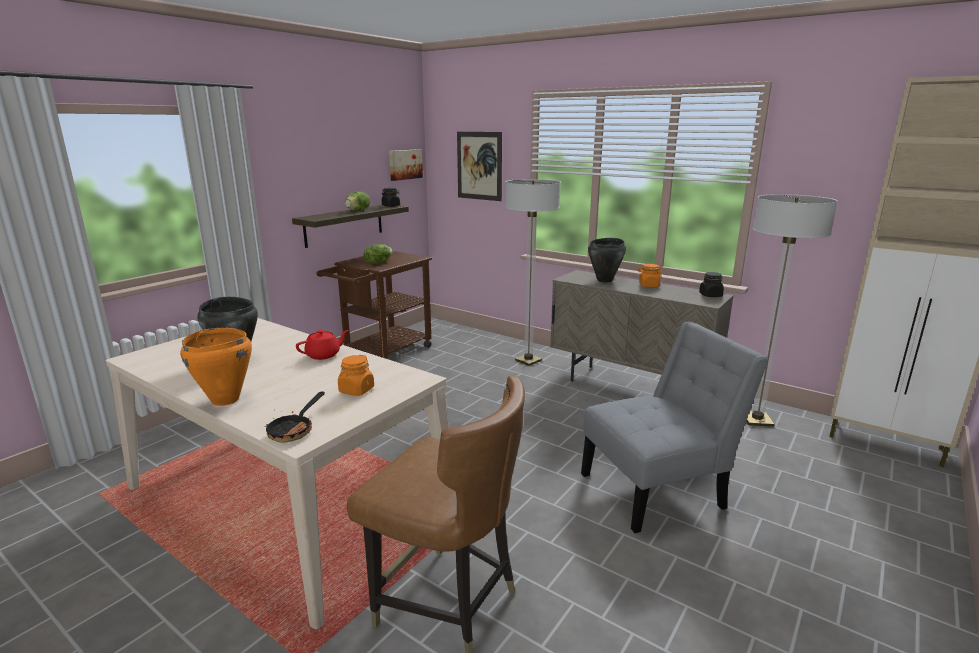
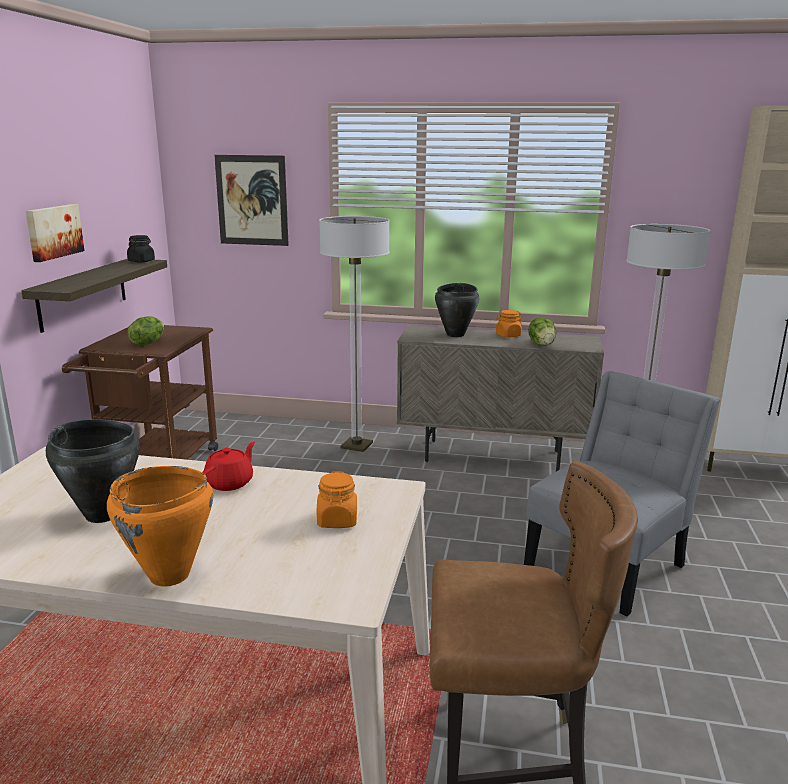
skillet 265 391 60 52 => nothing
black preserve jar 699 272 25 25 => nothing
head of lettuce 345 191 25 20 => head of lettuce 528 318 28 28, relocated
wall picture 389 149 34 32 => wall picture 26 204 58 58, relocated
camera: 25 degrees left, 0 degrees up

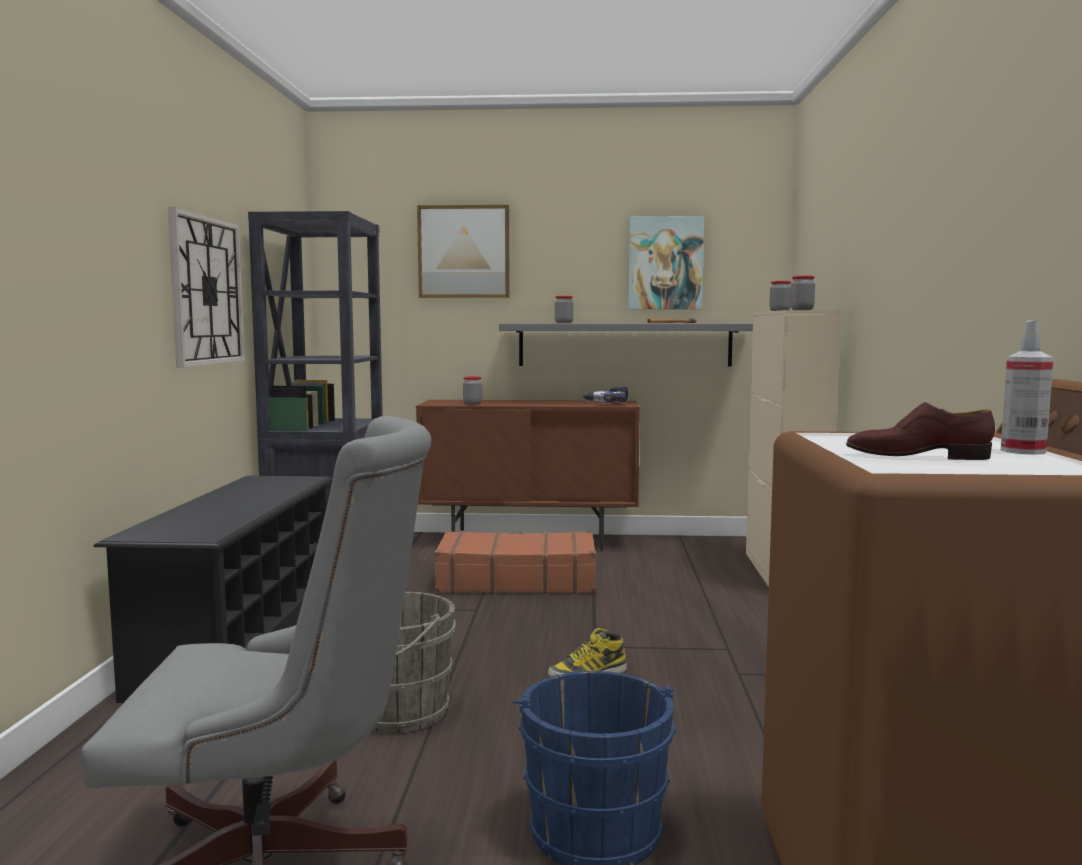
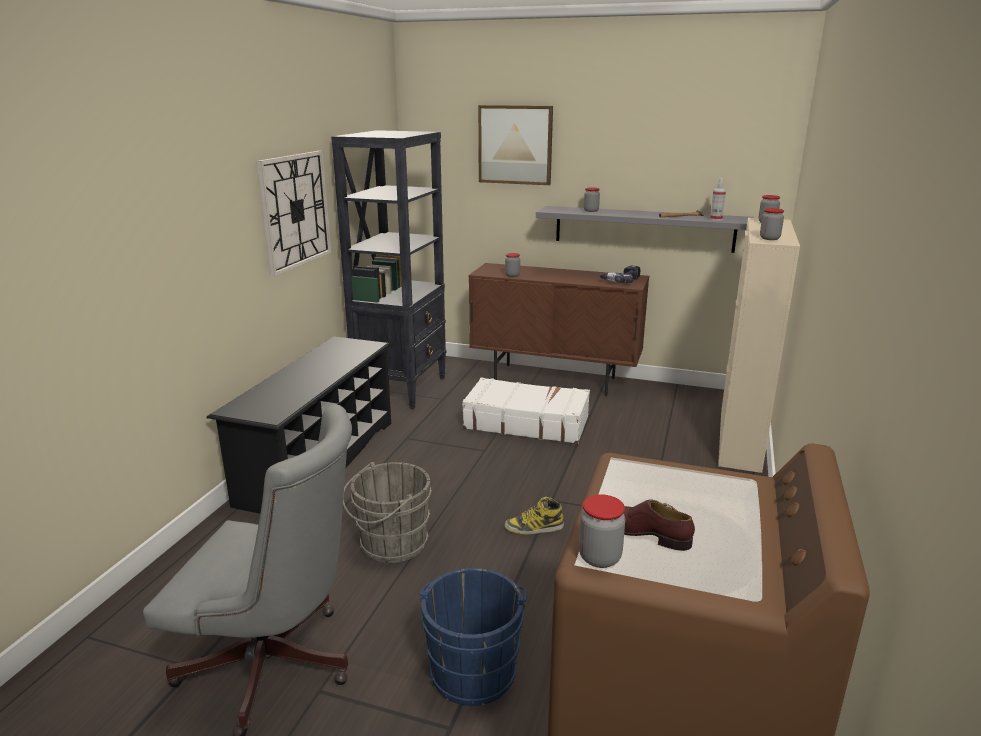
wall picture 628 216 76 93 => nothing
nothing => preserve jar 579 494 46 74
sprayer 1001 320 53 135 => sprayer 710 179 16 42, relocated
brownish suitcase 434 531 162 63 => white-coloured suitcase 462 377 128 67
camera: 15 degrees right, 15 degrees up

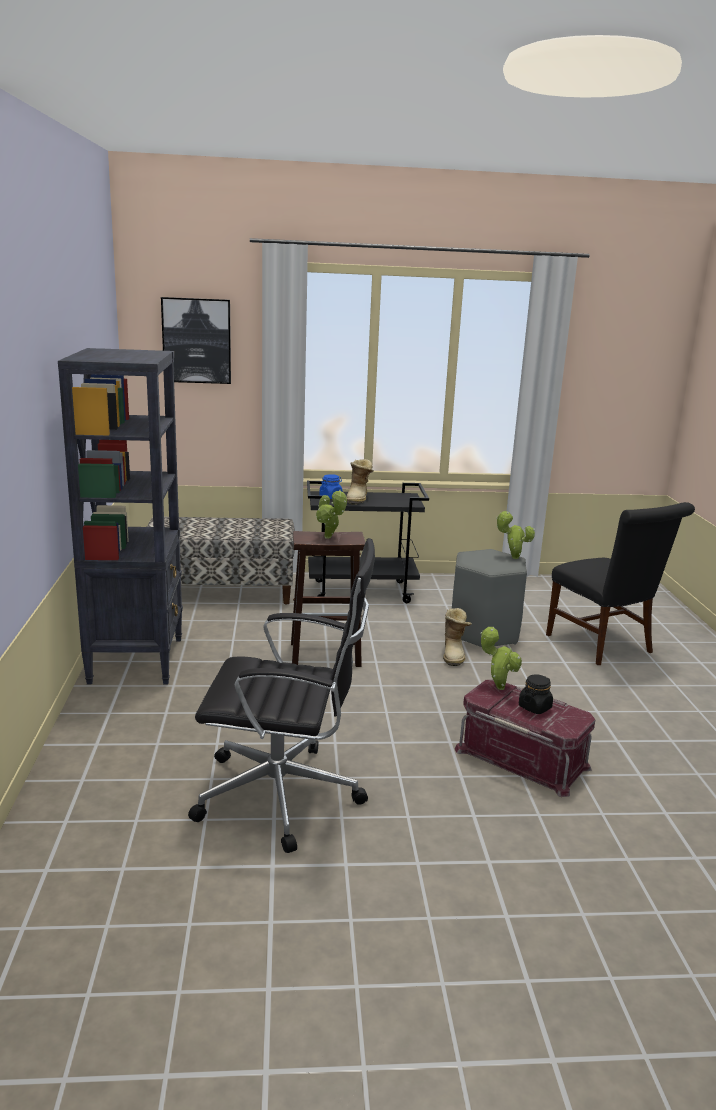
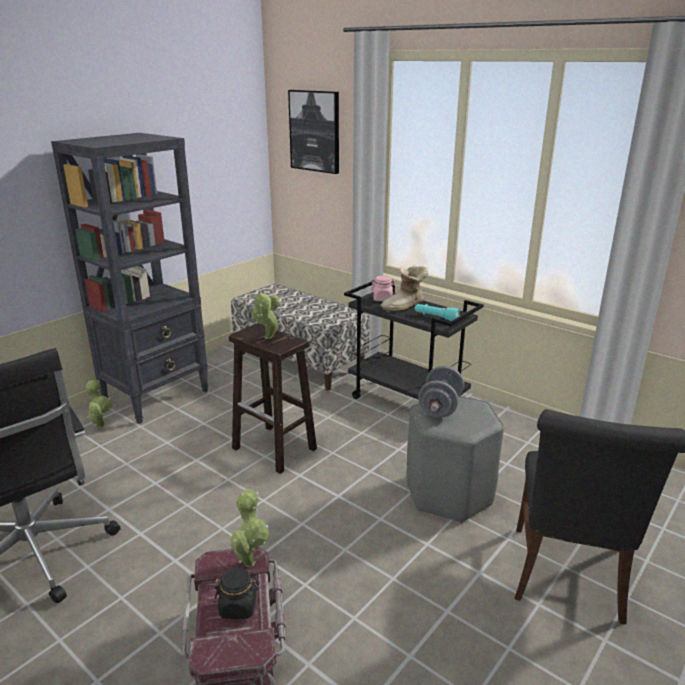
tall boot 443 608 29 58 => nothing
nothing => turquoise flashlight 415 304 45 17
nothing => grey hand weight 418 366 46 52
houseplant 496 511 39 48 => houseplant 86 380 26 48, relocated
blue preserve jar 320 474 22 25 => pinkish preserve jar 371 276 25 25
camera: 45 degrees right, 5 degrees up

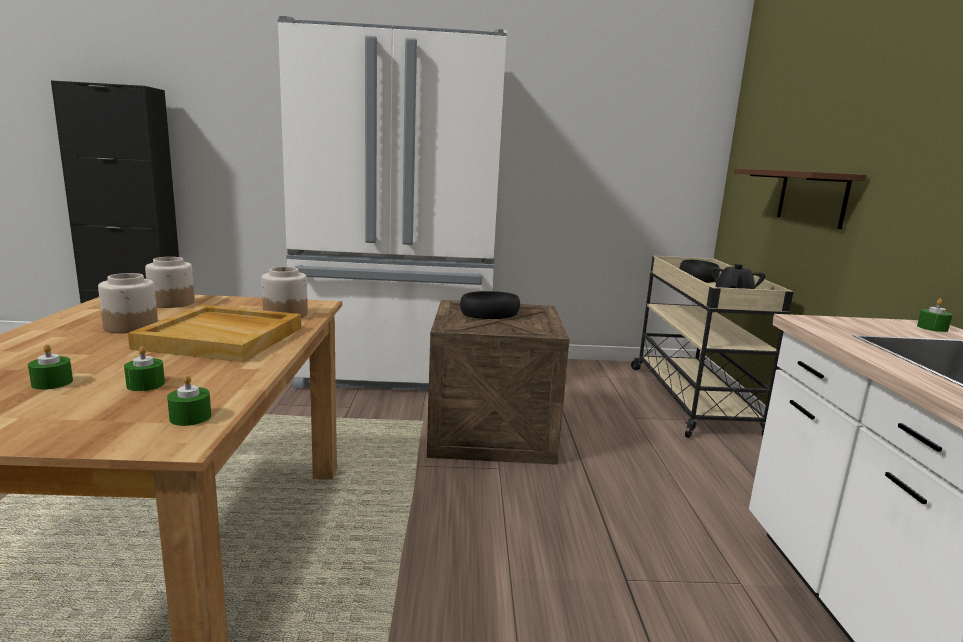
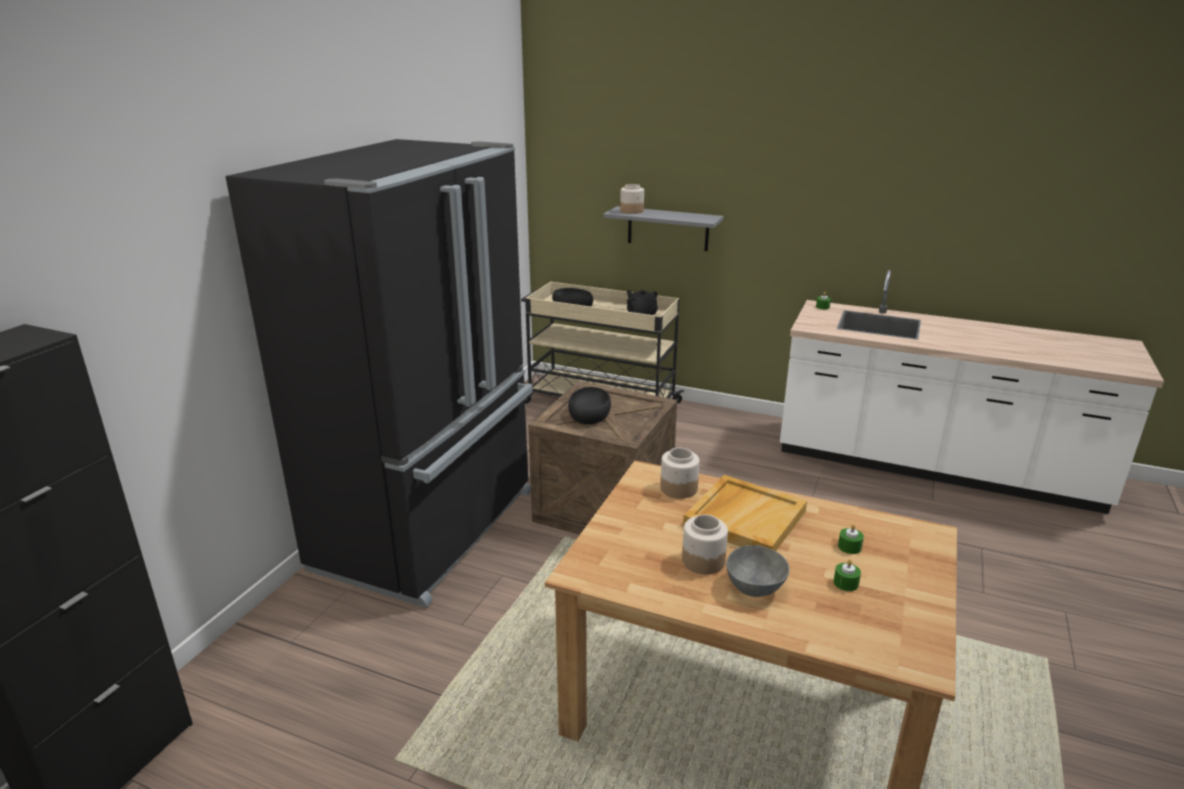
green-coloured candle 167 375 44 51 => nothing
nothing => grey deep dish 726 545 64 52
preserve jar 145 257 50 51 => preserve jar 620 184 24 30, relocated
white-coloured fridge 278 16 229 374 => black fridge 225 139 307 469
brownish bracket shelf 734 168 133 61 => grey bracket shelf 603 206 121 45
camera: 65 degrees left, 10 degrees up

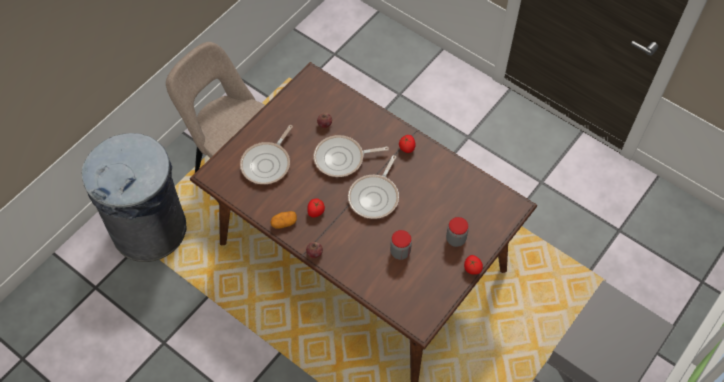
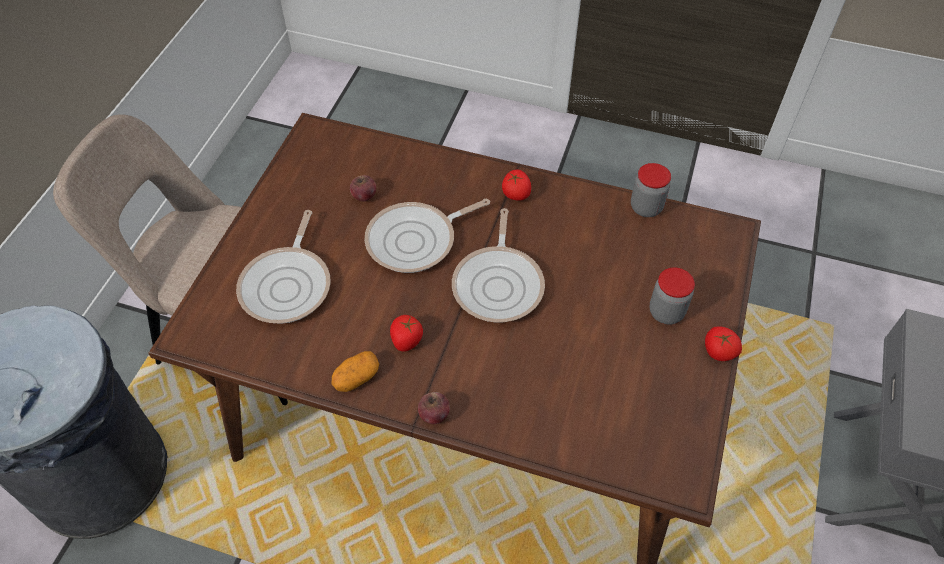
preserve jar 390 230 22 30 => preserve jar 631 163 40 54, relocated
camera: 20 degrees left, 5 degrees down

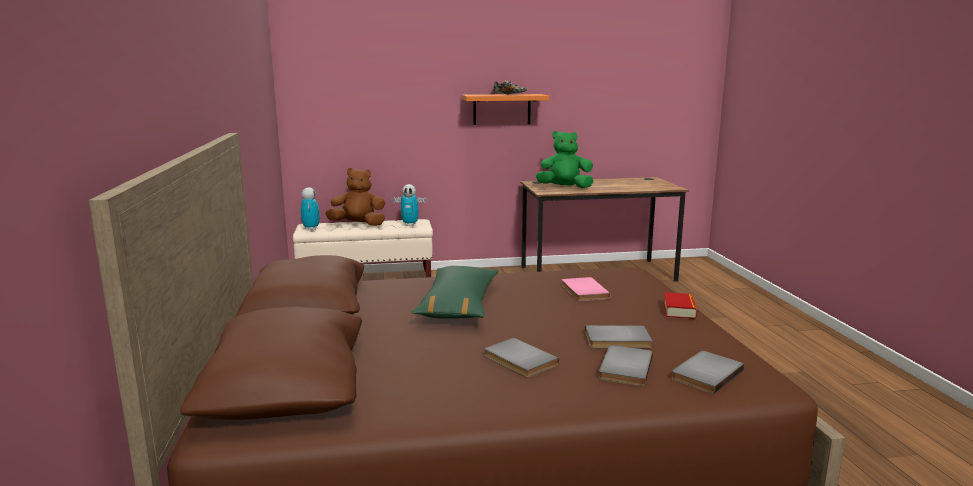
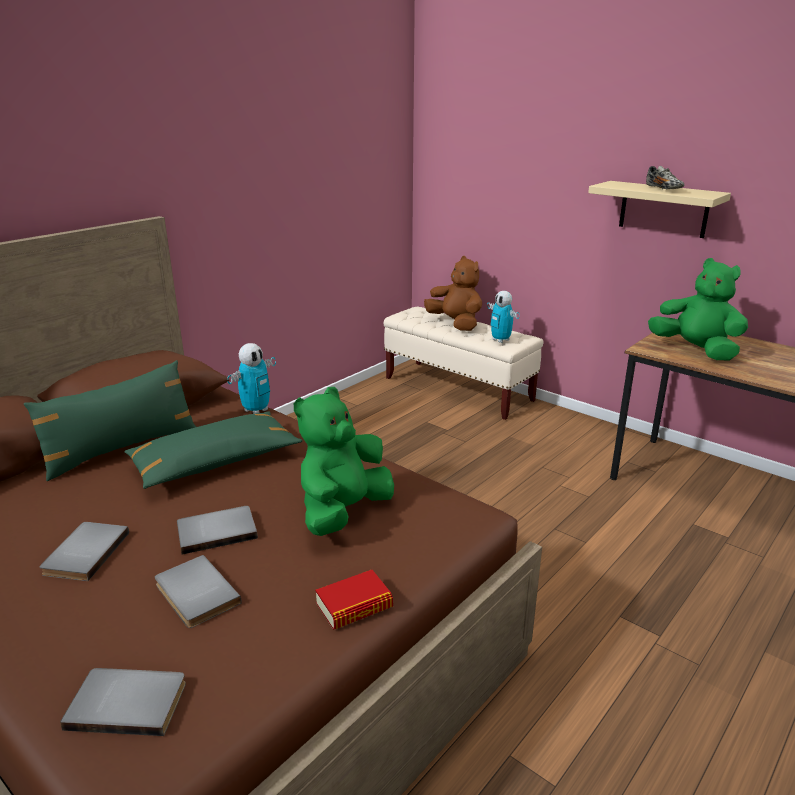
nothing => green-coloured pillow 24 360 172 121
toy robot 301 187 19 43 => toy robot 227 343 49 71, relocated
grey volume 599 345 54 42 => grey volume 177 506 81 49, relocated
pinkish volume 562 277 48 24 => green-coloured soft toy 294 387 100 149
orange-coloured bracket shelf 462 94 87 31 => beige bracket shelf 588 181 143 57
camera: 50 degrees right, 10 degrees up

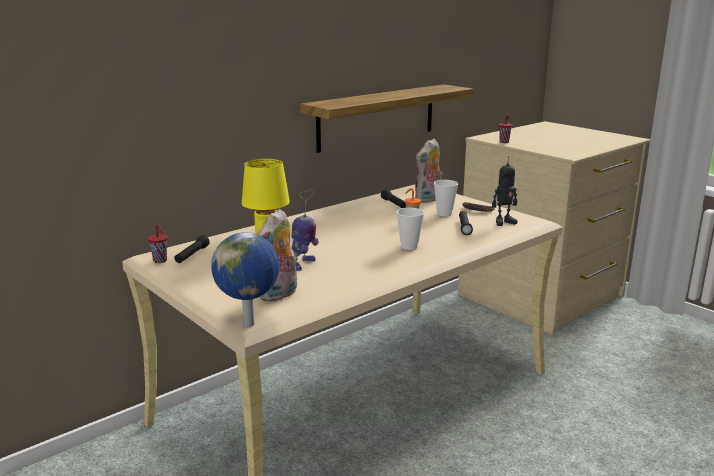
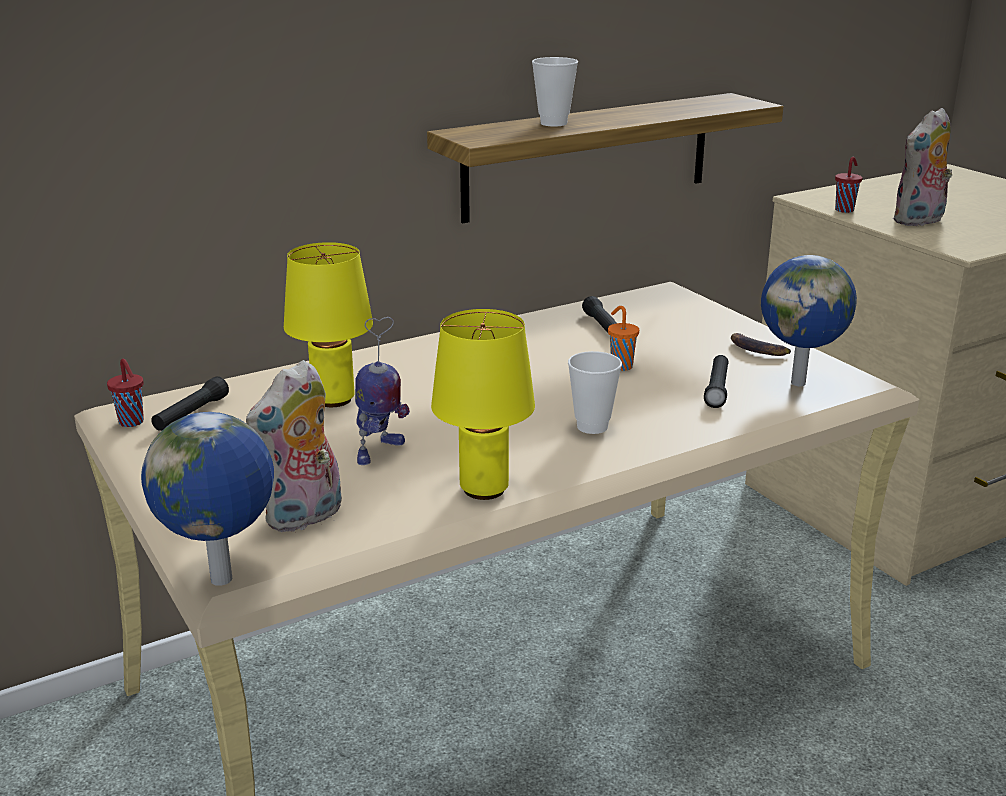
nothing => yellow-coloured tabletop lamp 431 309 104 191
soft toy 415 138 28 65 => soft toy 893 108 59 118, relocated
drinking cup 434 180 24 36 => drinking cup 532 57 46 70, relocated
toy robot 492 156 25 70 => desk globe 761 255 96 131
camera: 10 degrees right, 5 degrees up

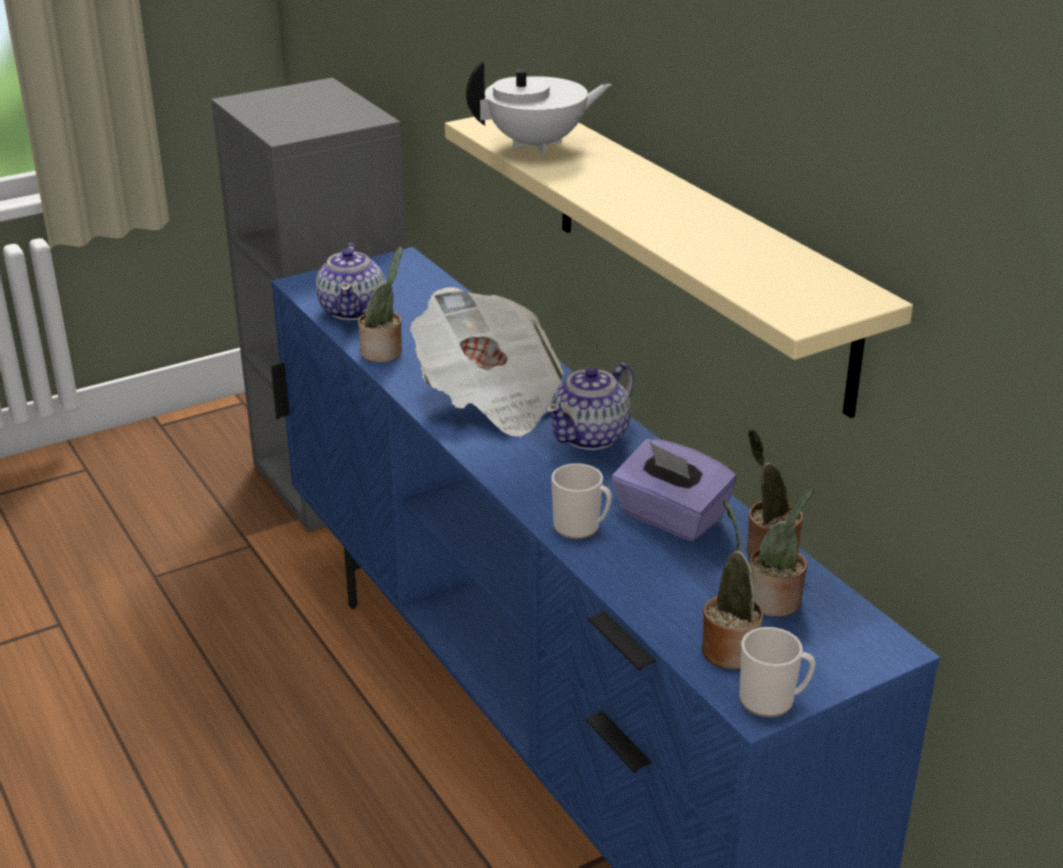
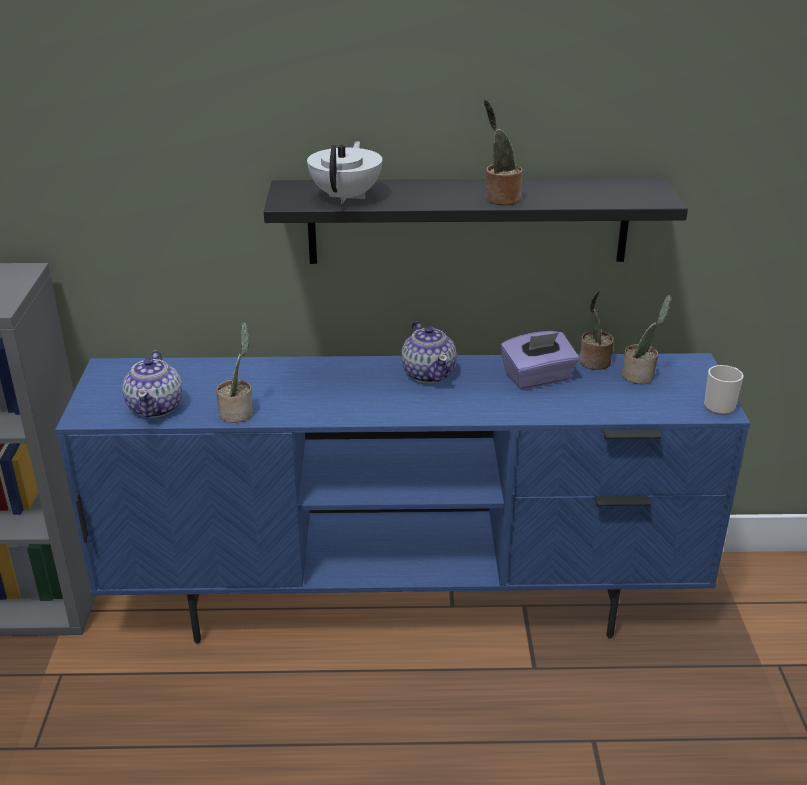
printed paper 410 287 154 150 => nothing
tea mug 551 463 61 76 => nothing
houseplant 702 500 61 169 => houseplant 484 99 38 106, relocated
beige bracket shelf 445 117 468 301 => black bracket shelf 264 178 424 86
tea pot 316 243 68 77 => tea pot 123 351 60 67, 60 degrees clockwise
camera: 60 degrees left, 0 degrees up

